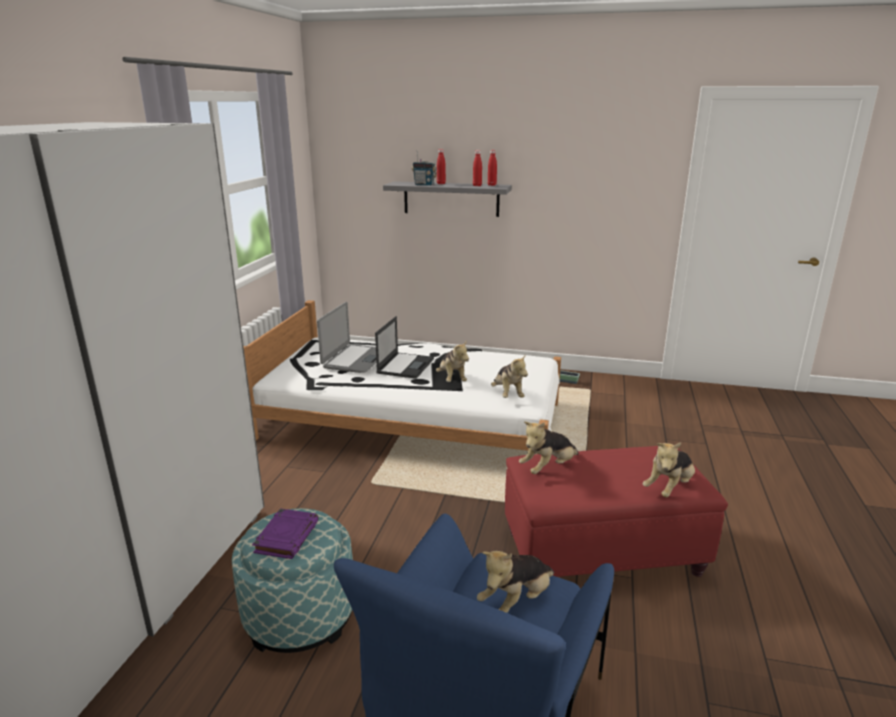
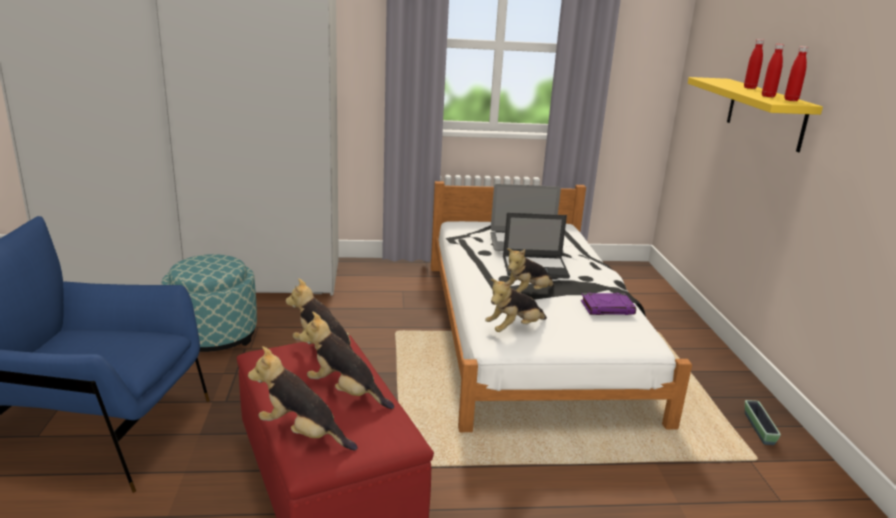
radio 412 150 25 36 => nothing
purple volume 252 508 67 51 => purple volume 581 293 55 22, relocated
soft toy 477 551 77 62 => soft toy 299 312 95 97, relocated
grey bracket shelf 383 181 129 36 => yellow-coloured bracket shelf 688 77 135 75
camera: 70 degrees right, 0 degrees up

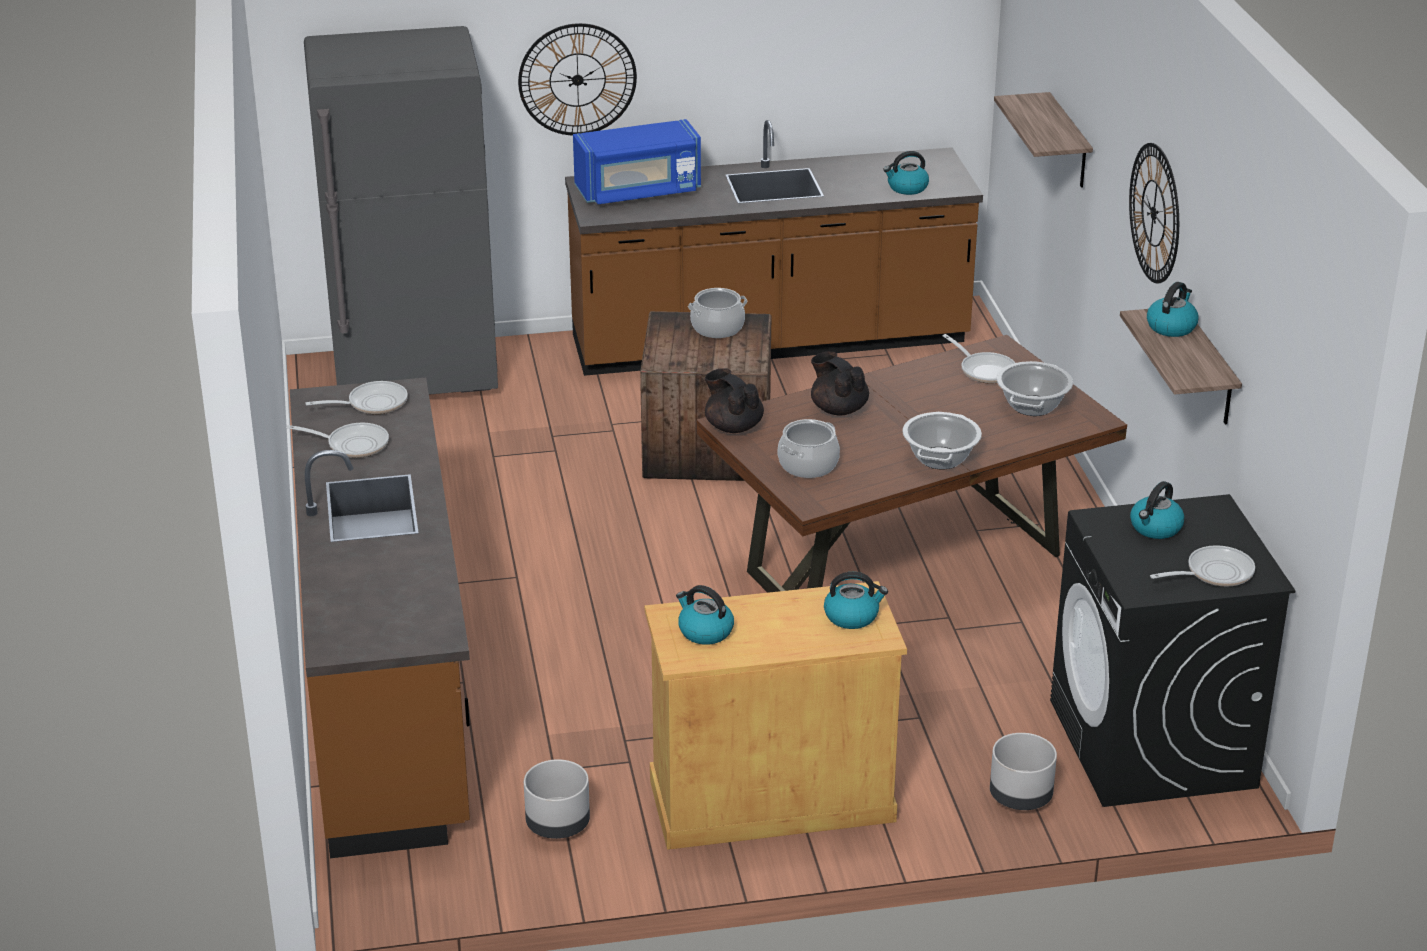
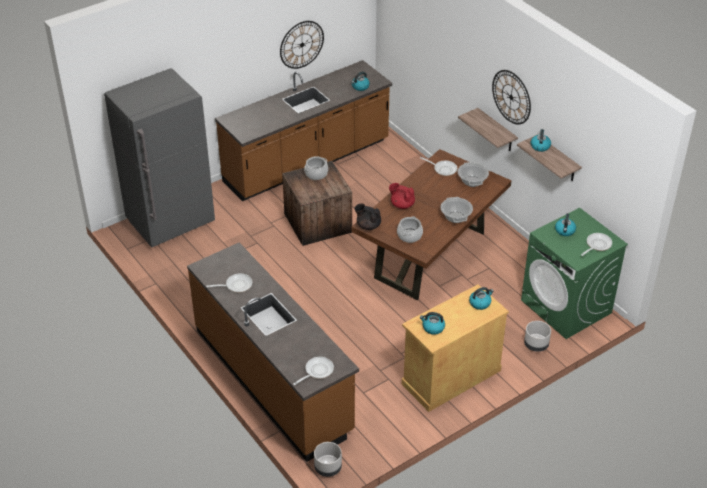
blue microwave oven 573 119 128 85 => nothing
skillet 306 381 102 33 => skillet 293 357 41 28, relocated
hanging clock 518 23 119 113 => hanging clock 280 21 44 48, relocated
grey plant pot 524 759 66 80 => grey plant pot 314 442 28 35, relocated
bracket shelf 994 92 99 96 => bracket shelf 458 108 60 43, relocated
black tea pot 811 351 58 64 => red-coloured tea pot 389 183 26 26
black washing machine 1050 494 246 313 => green-coloured washing machine 521 208 107 131
camera: 25 degrees left, 10 degrees up

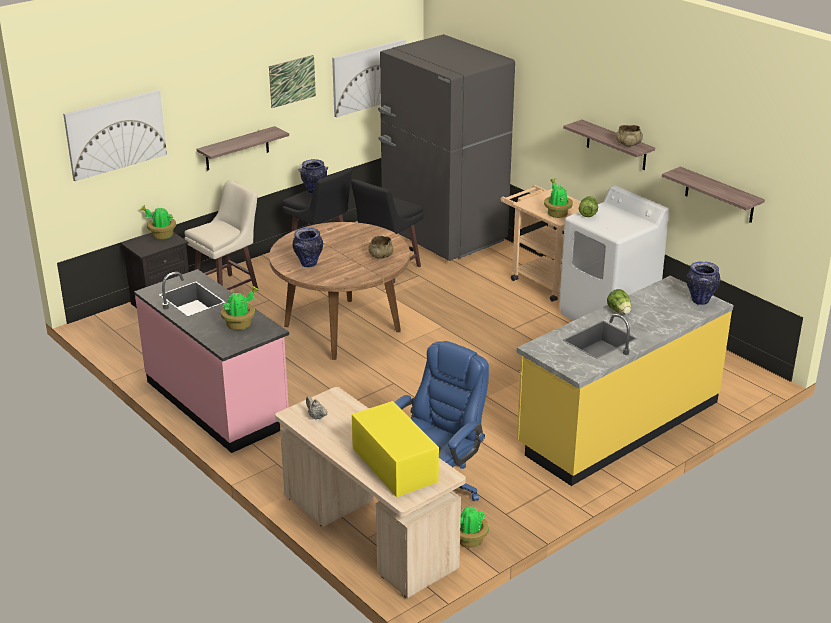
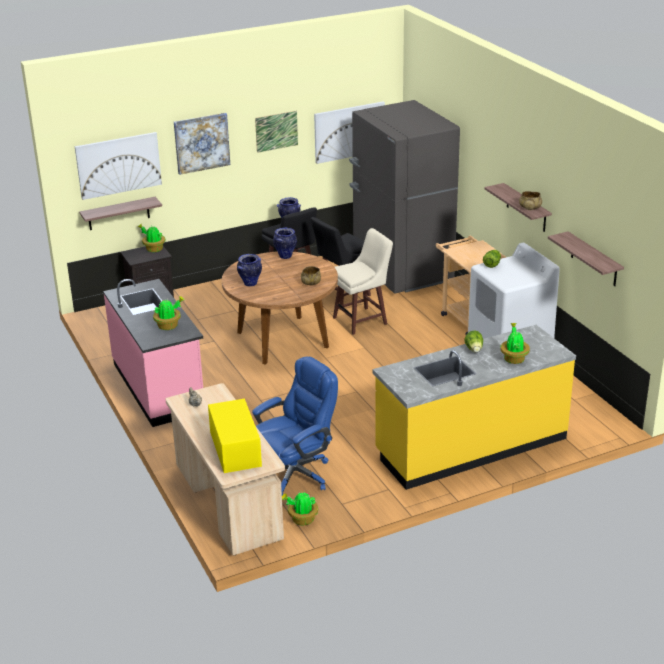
nothing => wall picture 174 113 56 62
beige stool 185 180 73 110 => beige stool 333 228 60 107, relocated
bracket shelf 197 126 92 45 => bracket shelf 79 197 83 33, relocated
houseplant 544 178 29 40 => houseplant 500 323 30 41, relocated
flower vase 686 261 34 44 => flower vase 273 227 24 32, relocated
camera: 15 degrees right, 0 degrees up

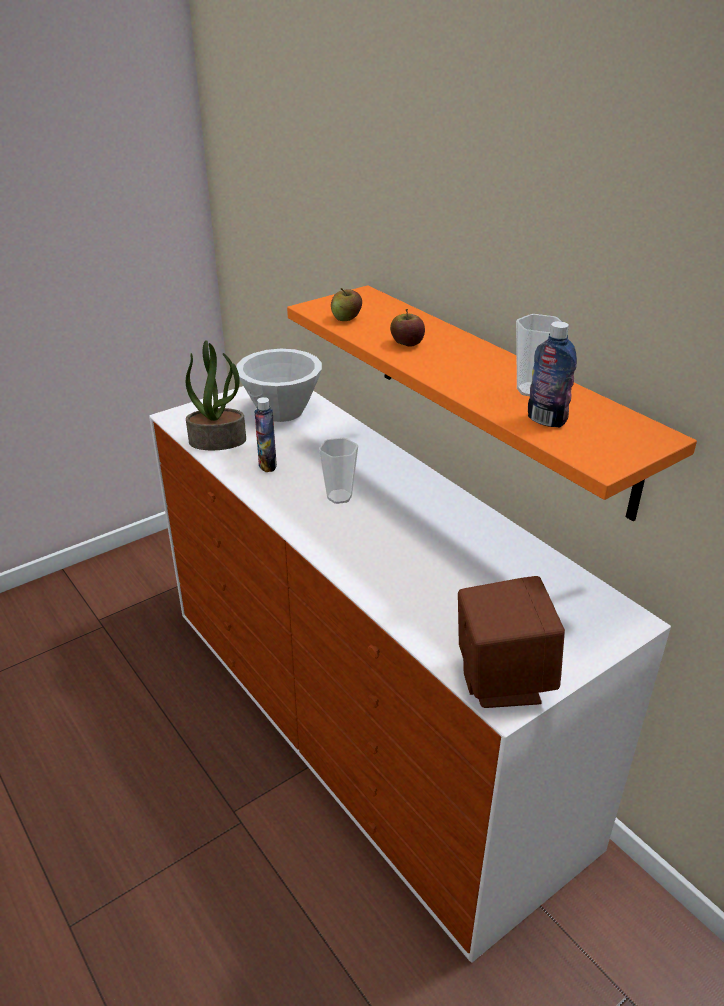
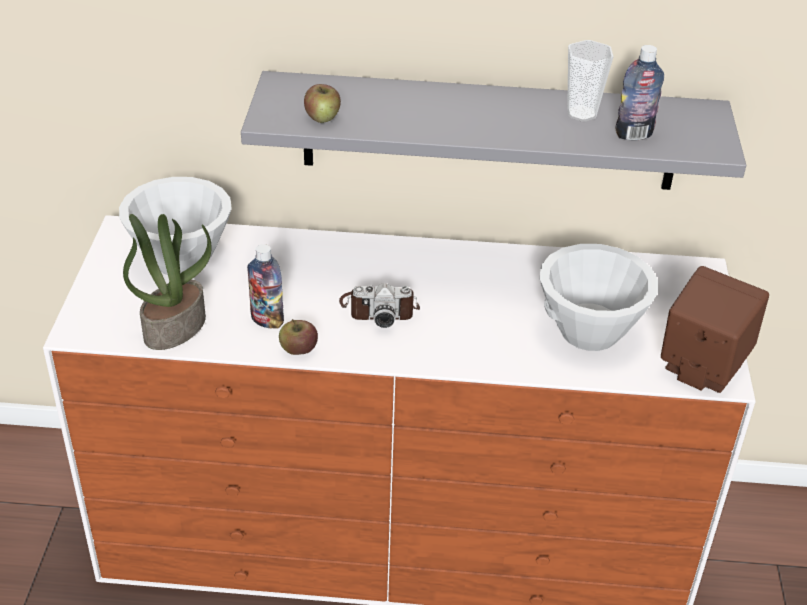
nothing => white-coloured deep dish 539 244 119 107
whole apple 390 309 35 38 => whole apple 279 319 39 36, relocated
drinking cup 319 437 39 67 => still camera 339 283 81 45
orange-coloured bracket shelf 287 285 410 236 => grey bracket shelf 241 71 505 119
camera: 50 degrees left, 5 degrees up

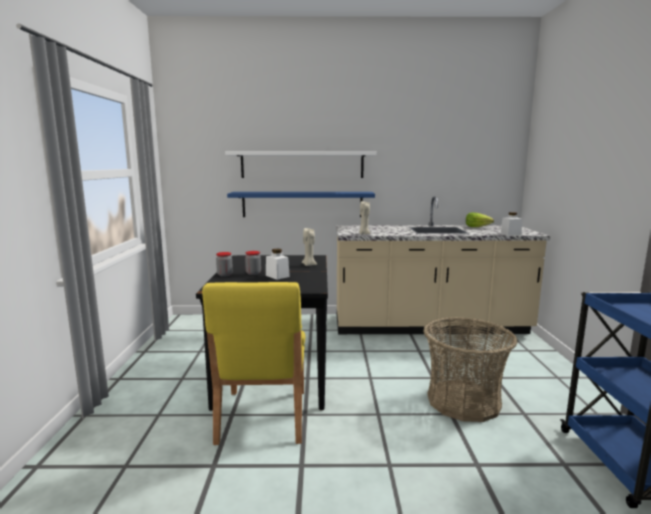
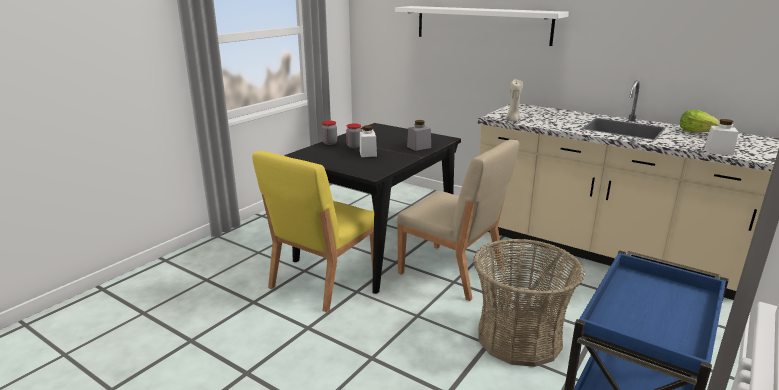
blue bracket shelf 227 192 148 25 => nothing
nothing => beige chair 397 139 122 162
beige candle 302 228 15 38 => grey preserve jar 407 120 24 31
camera: 35 degrees right, 10 degrees up

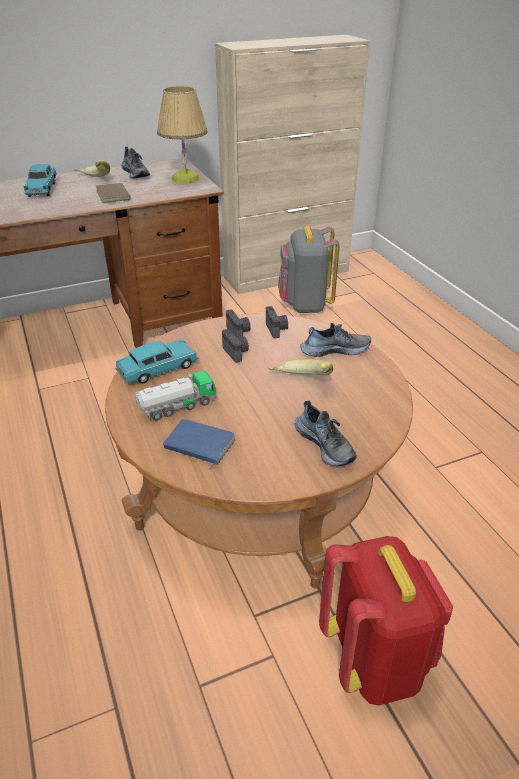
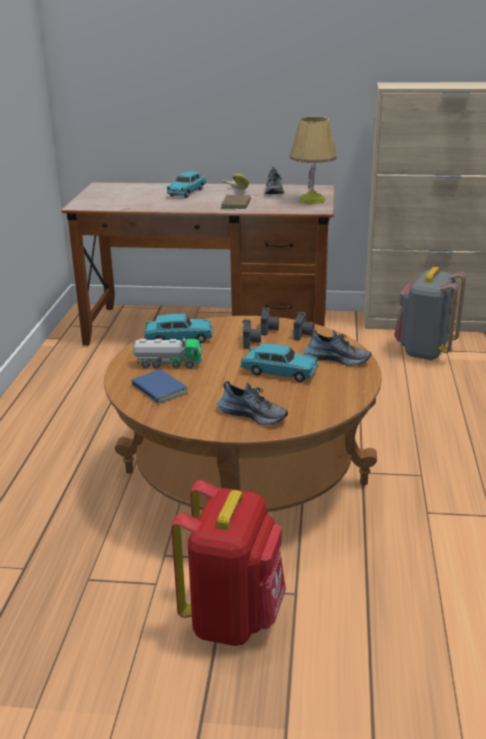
banana 268 359 65 17 => turquoise toy car 240 344 79 38
shoe 295 400 62 66 => shoe 217 381 71 44, 60 degrees counterclockwise
camera: 30 degrees right, 10 degrees down

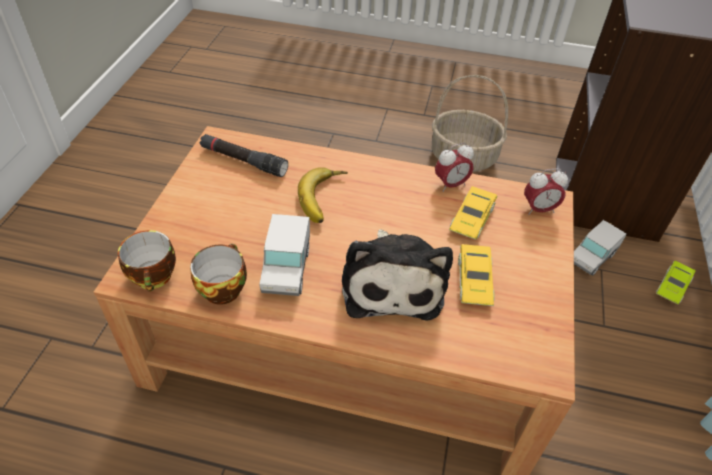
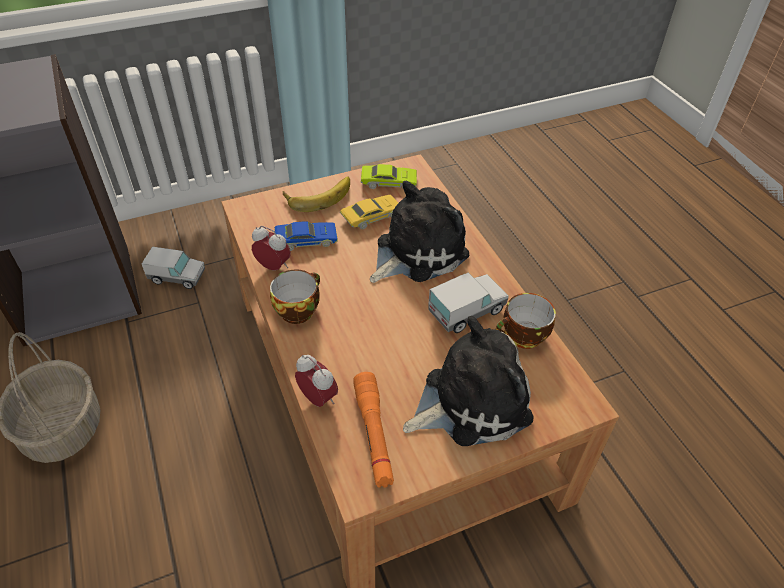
nothing => soft toy 403 316 130 130
drinking cup 118 230 58 62 => drinking cup 270 269 50 55, relocated
banana 298 167 50 56 => banana 283 176 67 36, relocated
bedside clock 524 168 44 47 => bedside clock 295 355 43 52, relocated
green-coloured toy car 656 261 40 44 => green-coloured toy car 361 164 56 25, relocated
black flashlight 200 134 88 43 => orange-coloured flashlight 353 372 41 116
yellow-coloured toy car 449 186 48 54 => blue toy car 274 221 64 30
camera: 125 degrees left, 0 degrees up

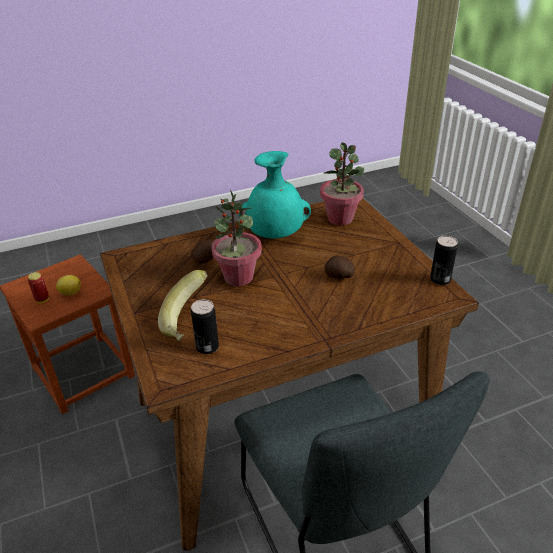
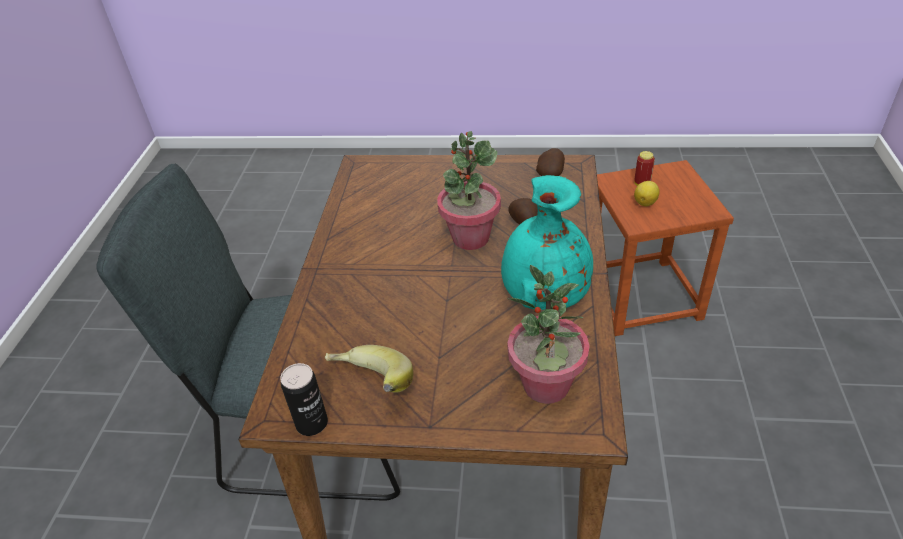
can 191 299 28 55 => nothing
banana 158 270 50 71 => banana 325 345 88 48, relocated
whole potato 325 255 30 24 => whole potato 536 148 29 28, relocated
camera: 120 degrees right, 5 degrees up

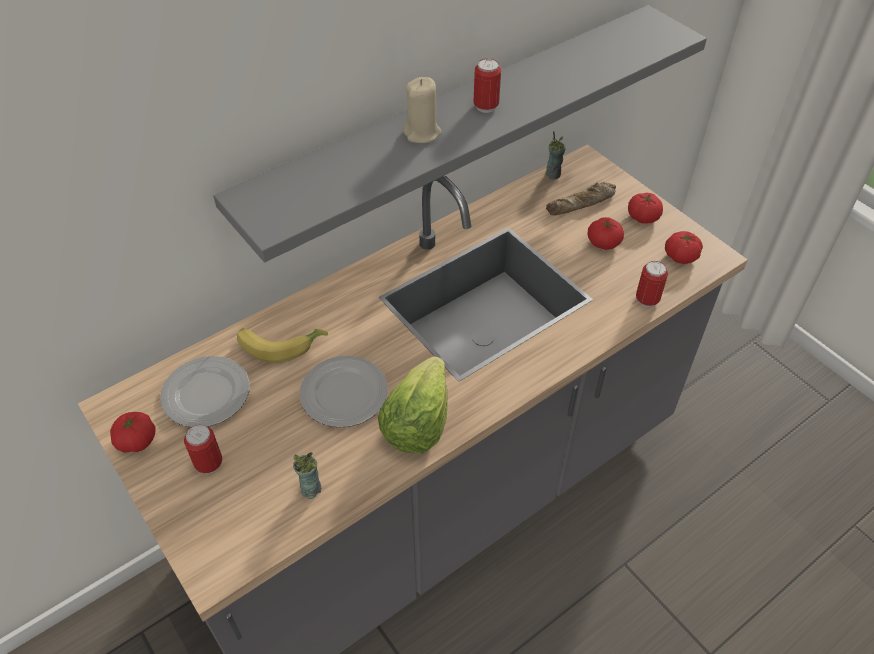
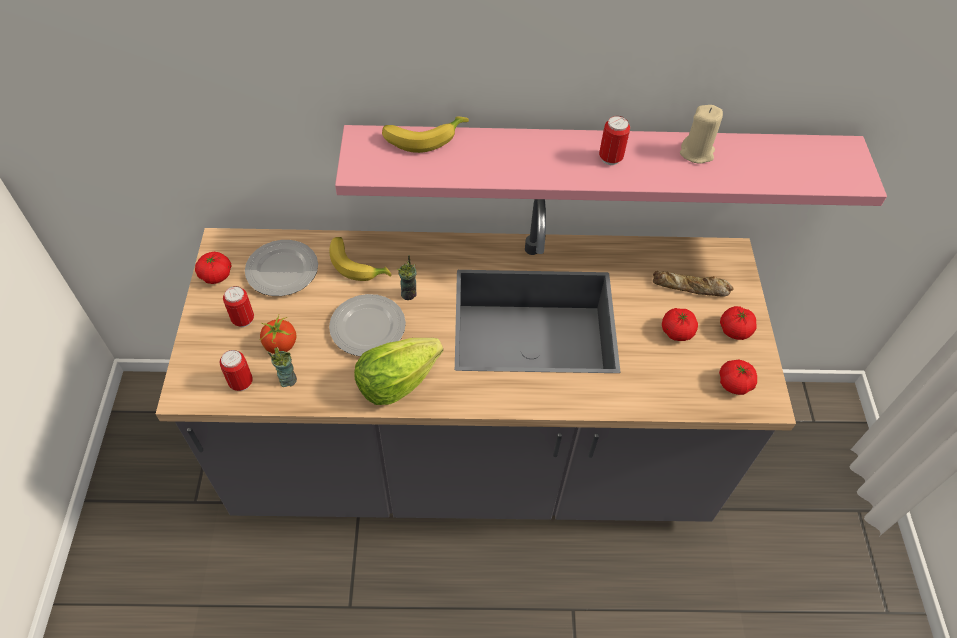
nothing => fresh tomato 260 315 36 39
nothing => banana 382 117 87 36
beige candle 403 77 39 66 => beige candle 680 105 43 59, relocated
drinking cup 545 131 20 48 => drinking cup 397 255 20 45, relocated
can 636 261 32 46 => can 220 350 33 41, relocated
grey bracket shelf 213 5 494 257 => pinkish bracket shelf 335 125 552 81
camera: 35 degrees right, 5 degrees up

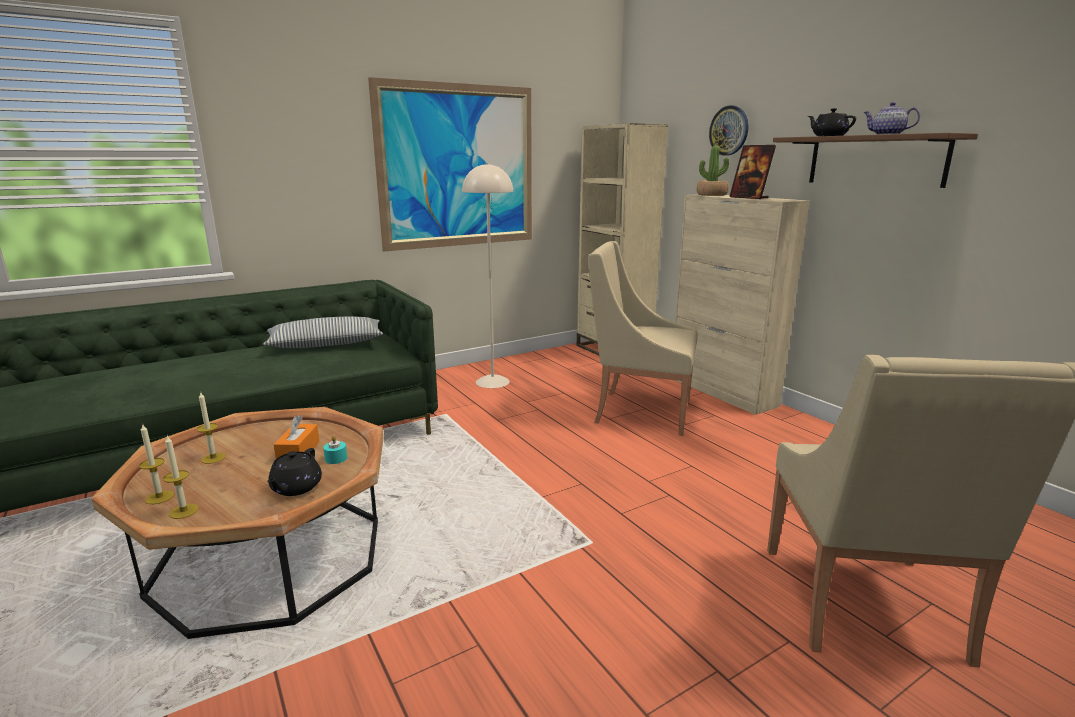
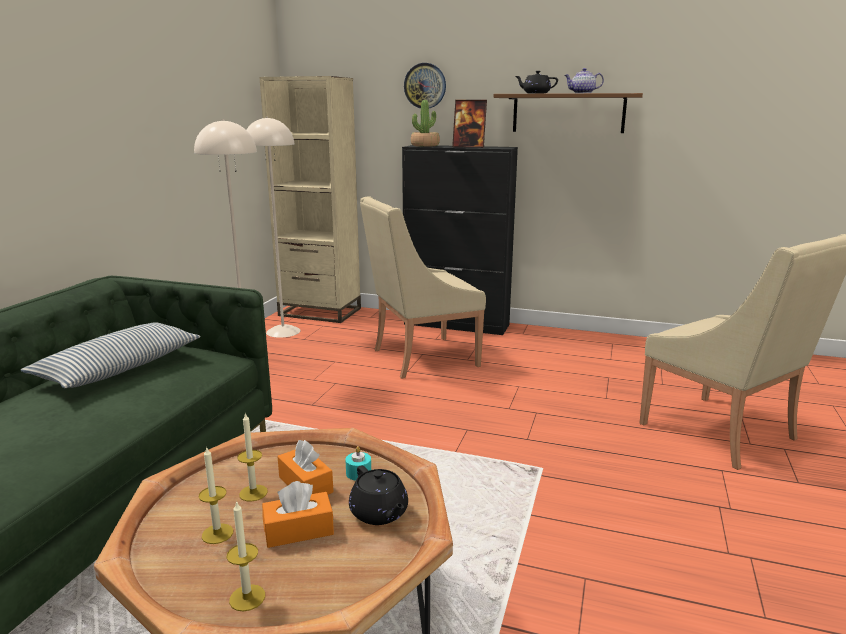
wall picture 368 77 164 175 => nothing
nothing => beige floor lamp 247 117 53 221
nothing => orange-coloured tissue holder 262 481 72 67
candle 163 436 36 83 => candle 237 413 31 89, relocated
beige cabinet 675 194 134 221 => black cabinet 402 145 116 190
camera: 40 degrees left, 0 degrees up

